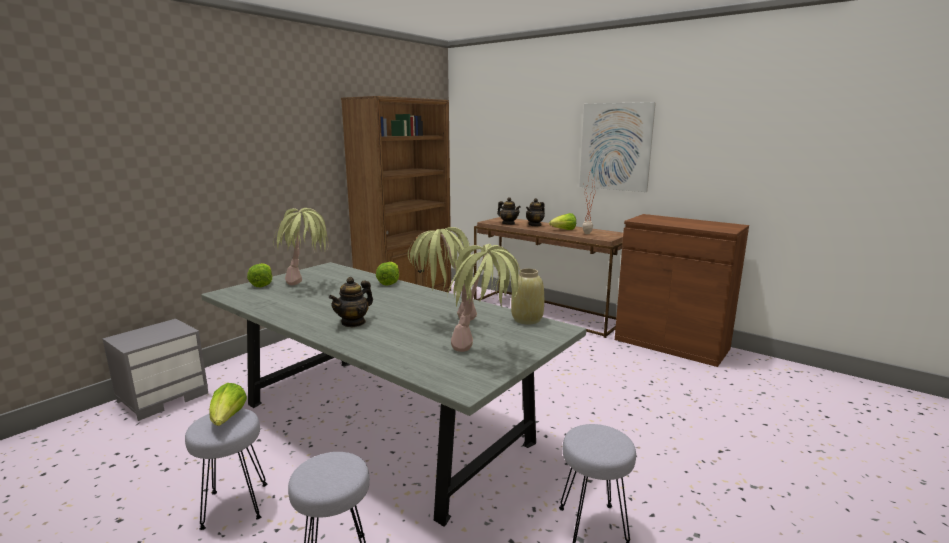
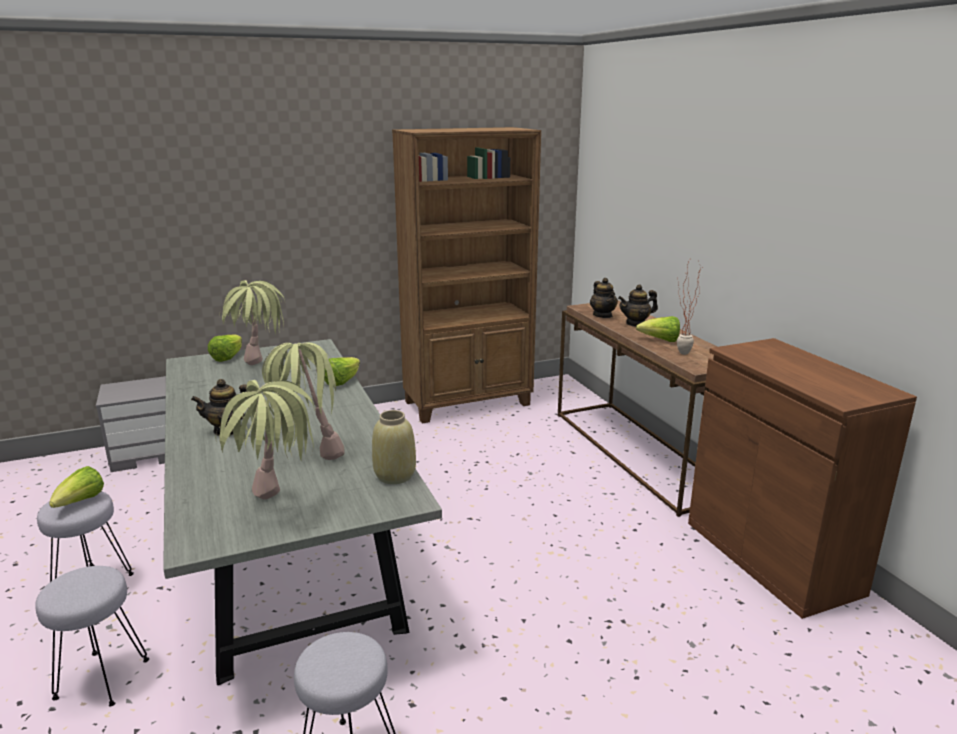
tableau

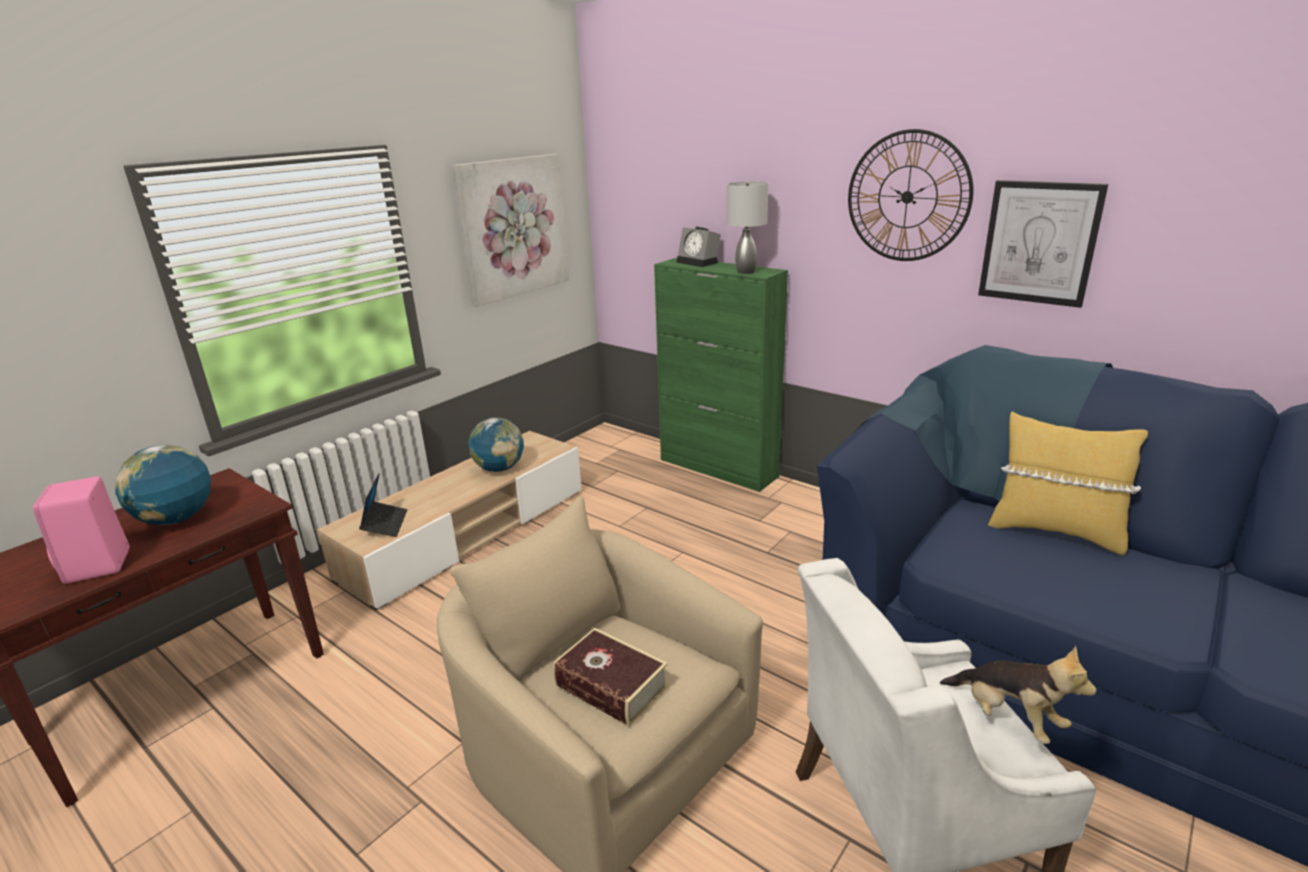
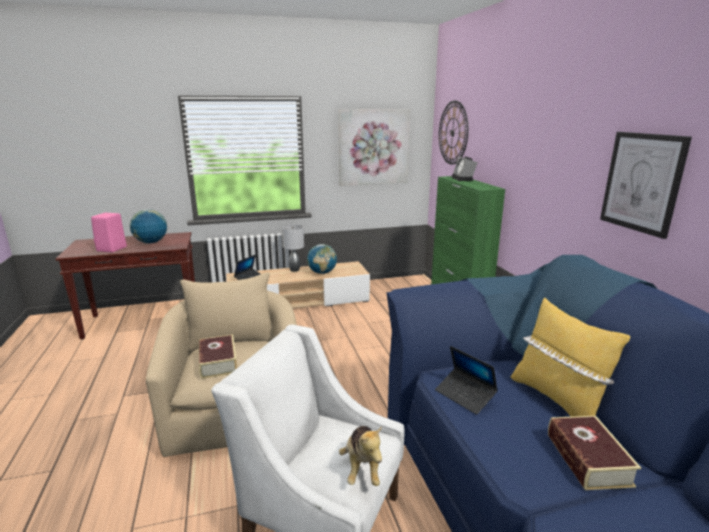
lampe de table/gris
horloge murale
ordinateur portable (2nd from left)
livre (2nd from left)

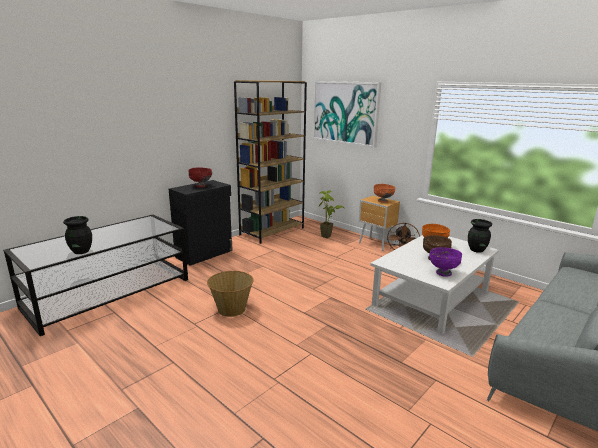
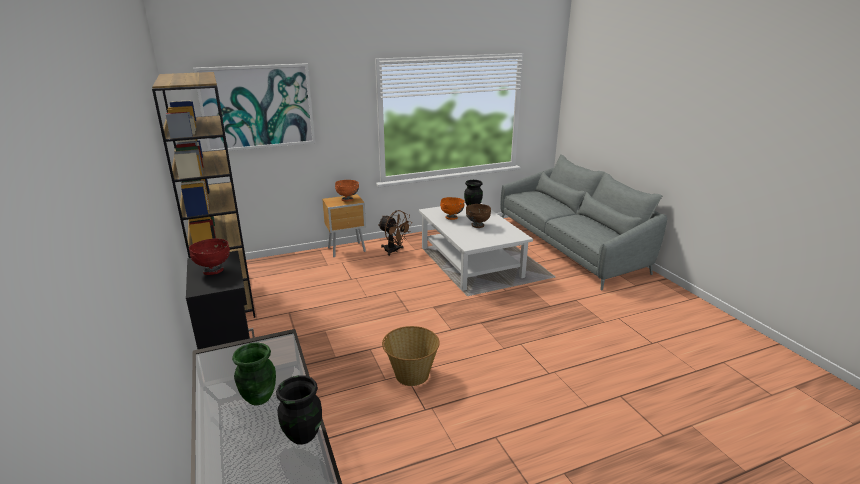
plante en pot
bol/violet
vase/vert

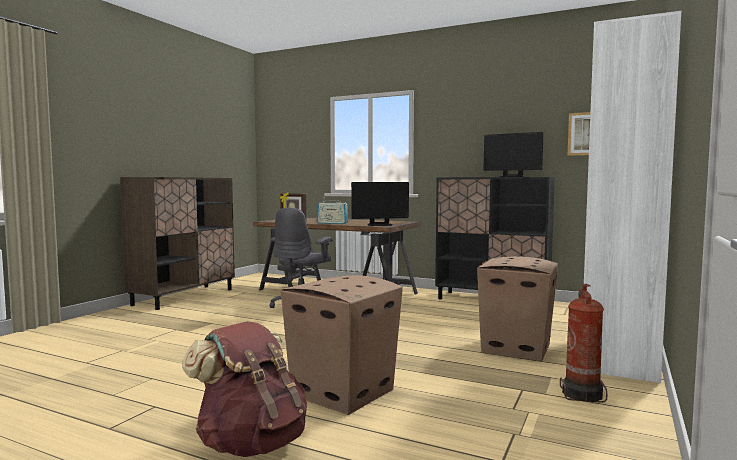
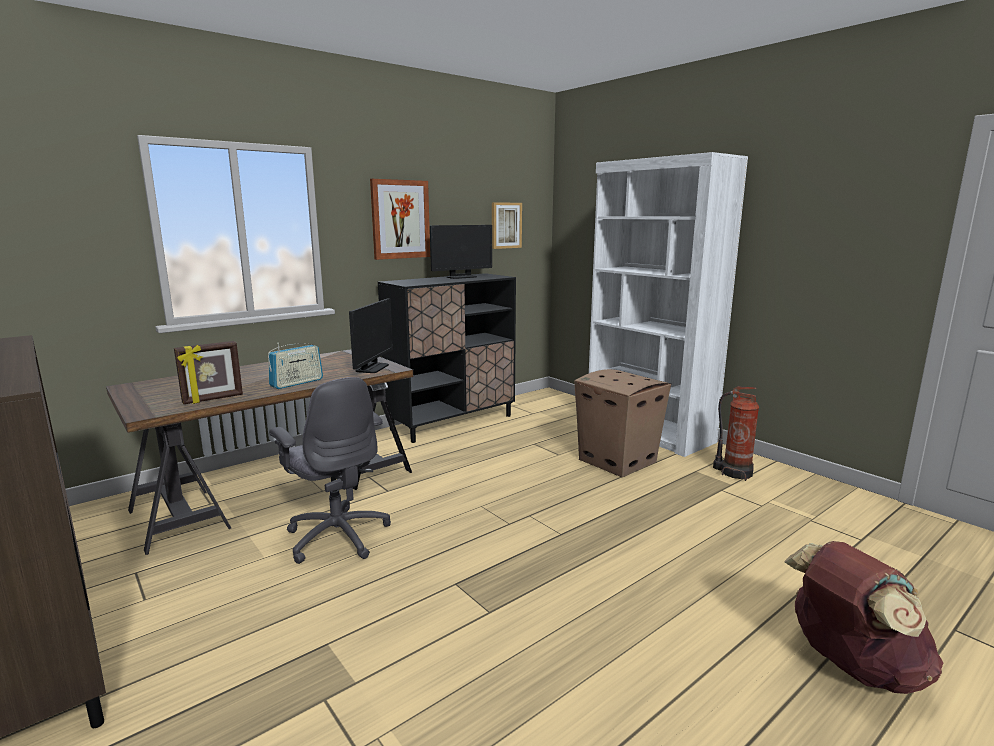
carton (1st from left in the first image)
tableau (1st from left)

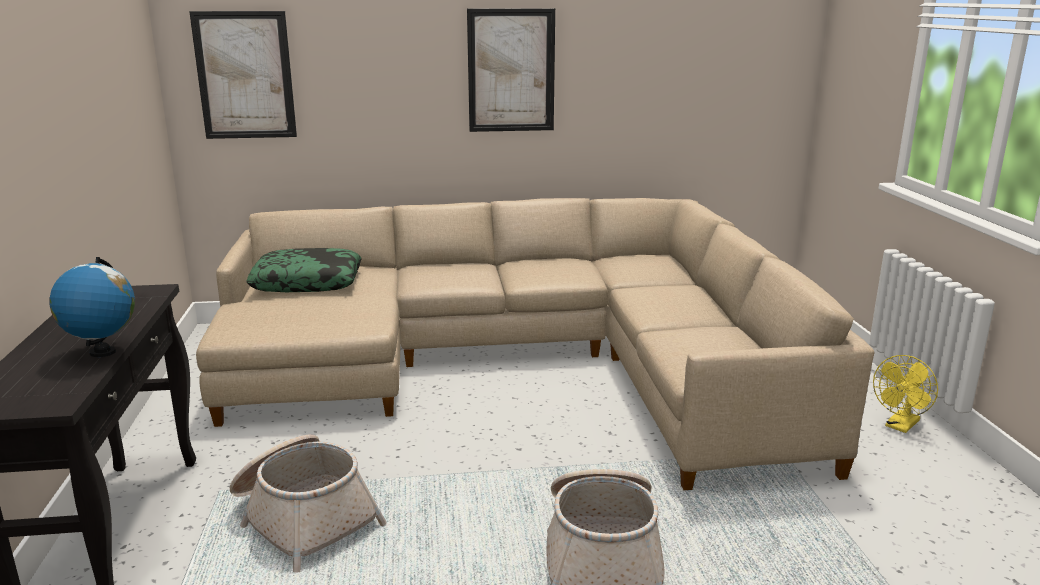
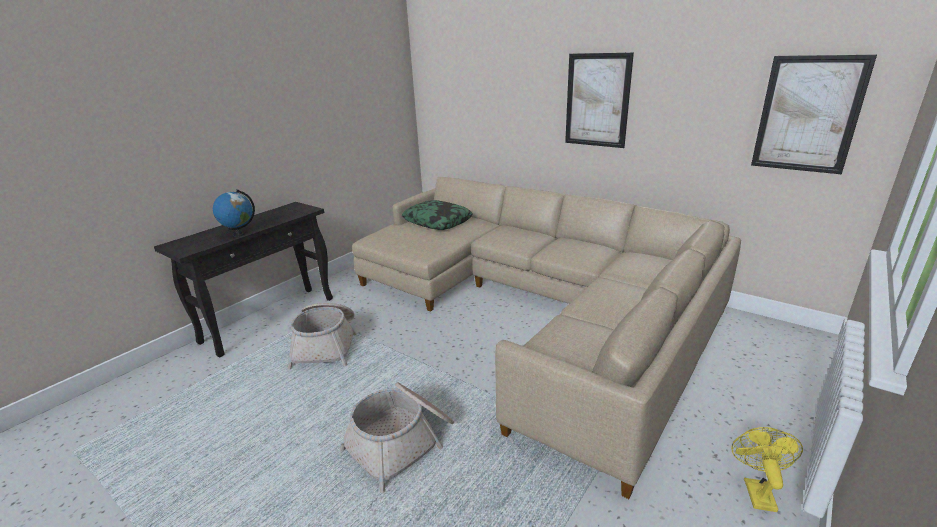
tableau (2nd from left)
ventilateur/jaune

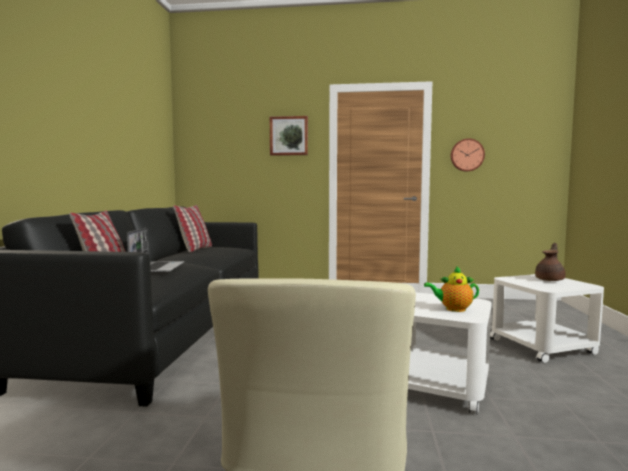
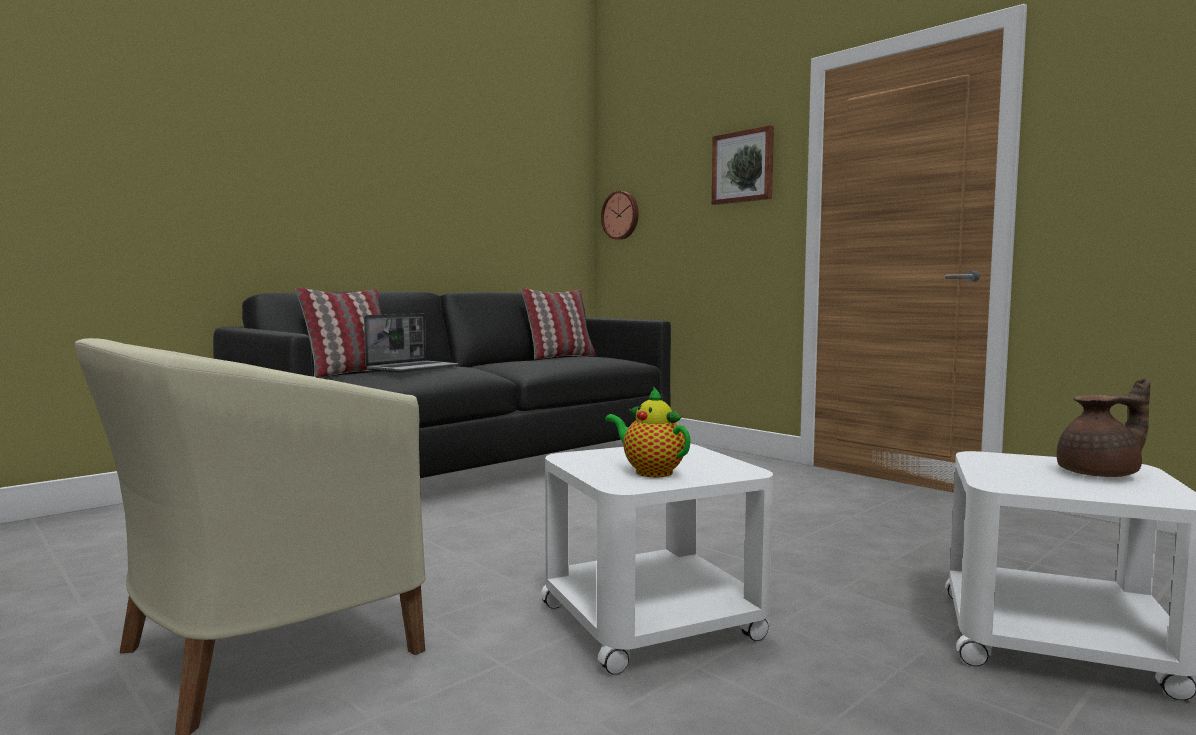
horloge murale

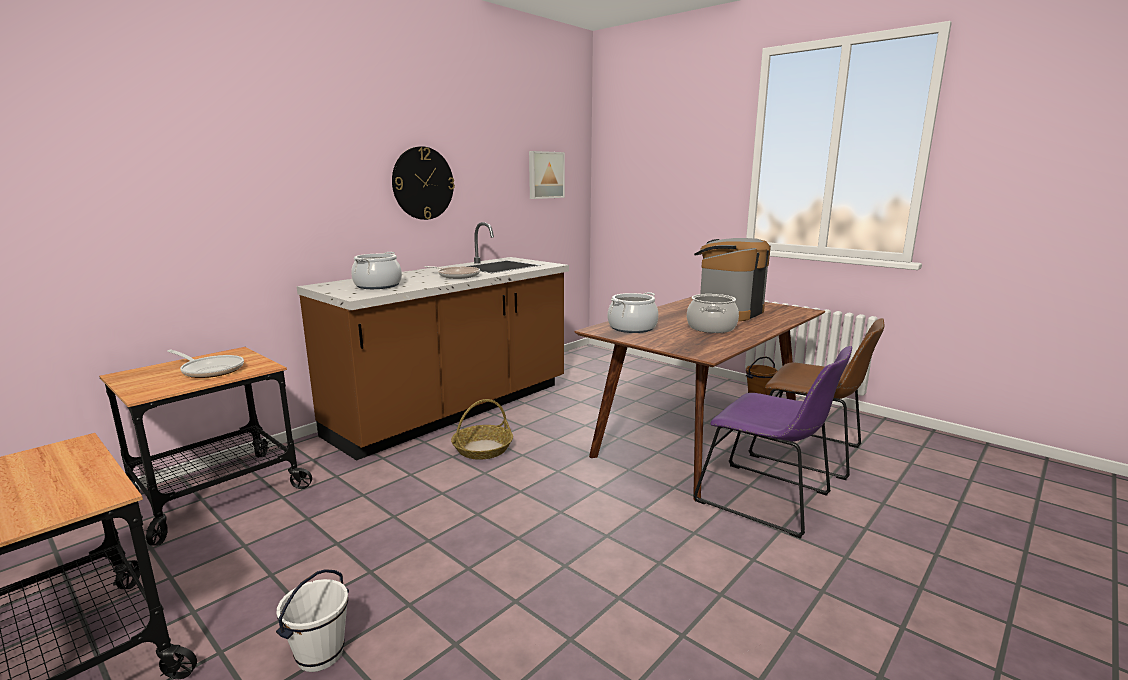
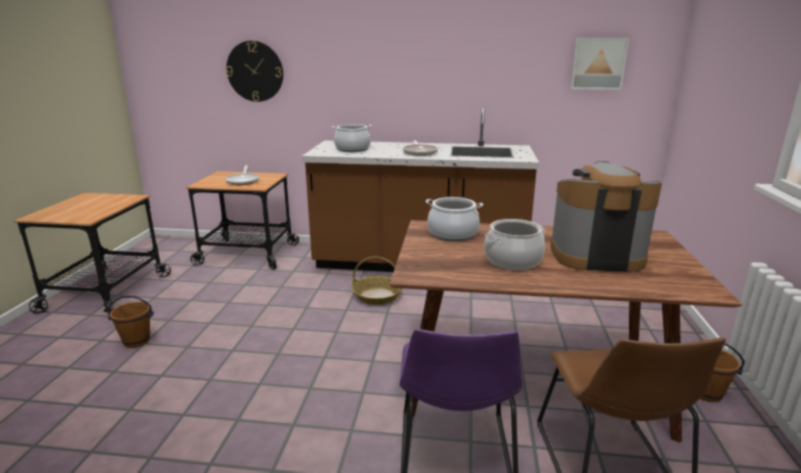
seau/marron (1st from left)
horloge murale

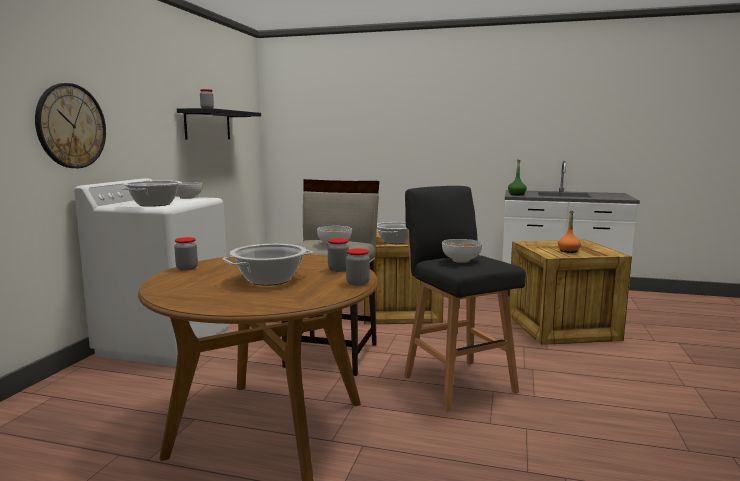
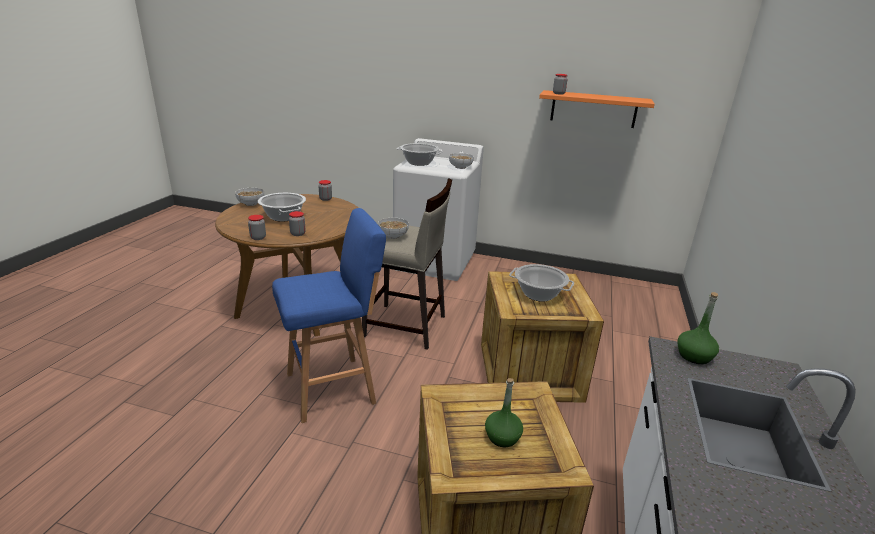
horloge murale
étagère/orange
tabouret/bleu
bol (1st from left)
bouteille/vert (1st from left)

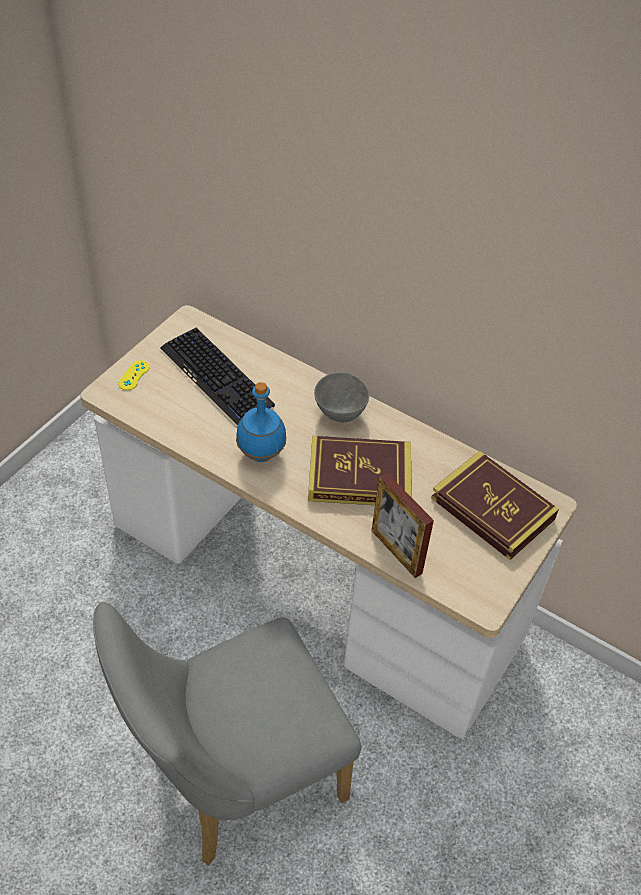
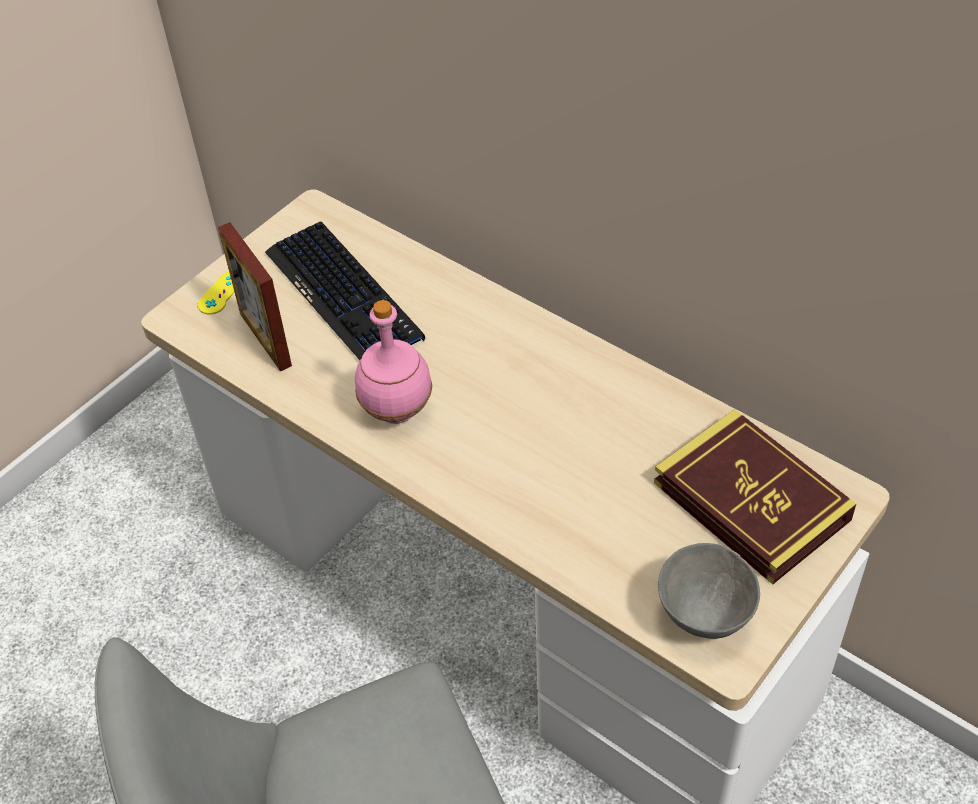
bouteille/rose
livre (1st from left in the first image)
bol/gris
cadre photo

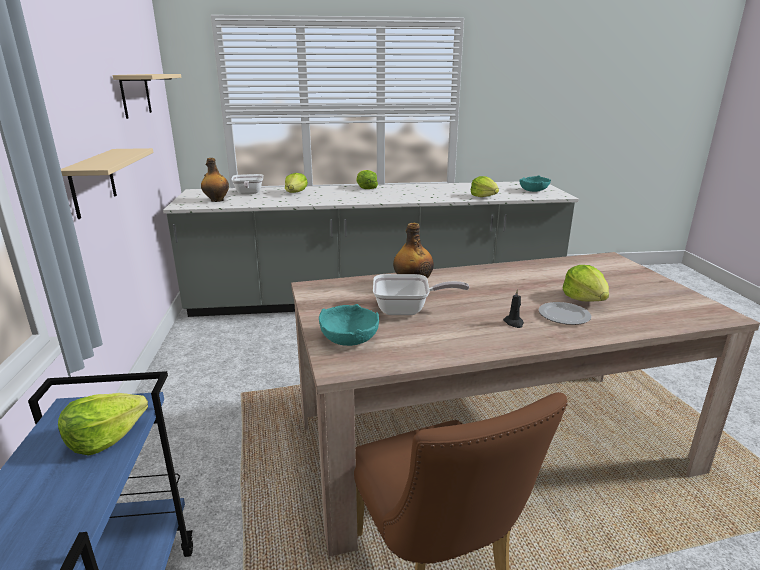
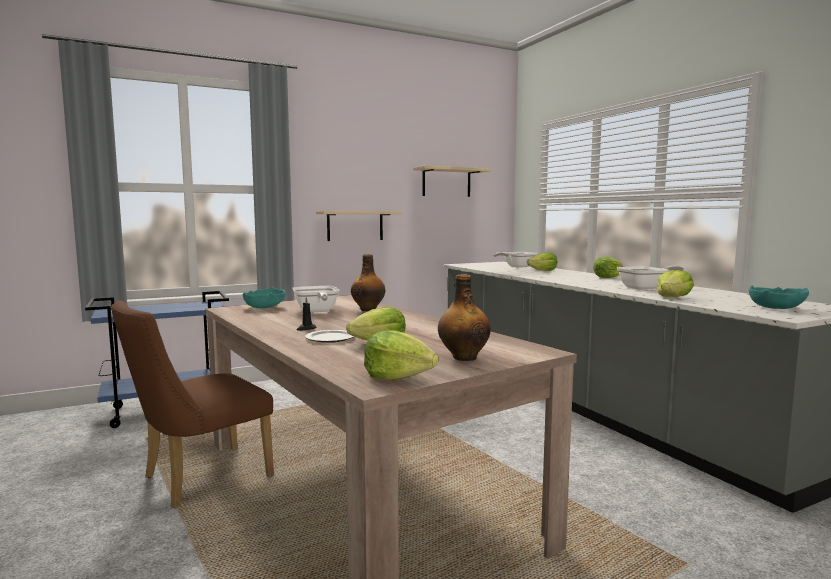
laitue (2nd from left)
bouteille (2nd from left)
poêle (3rd from left)

